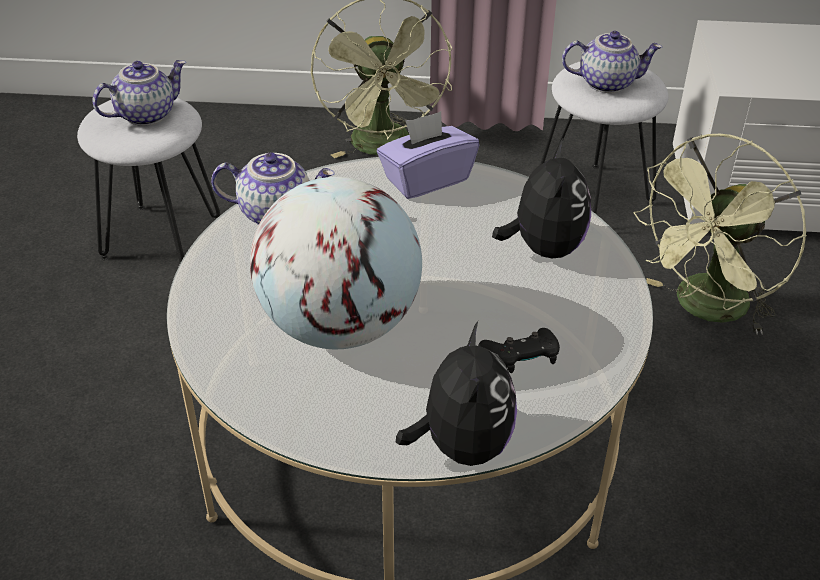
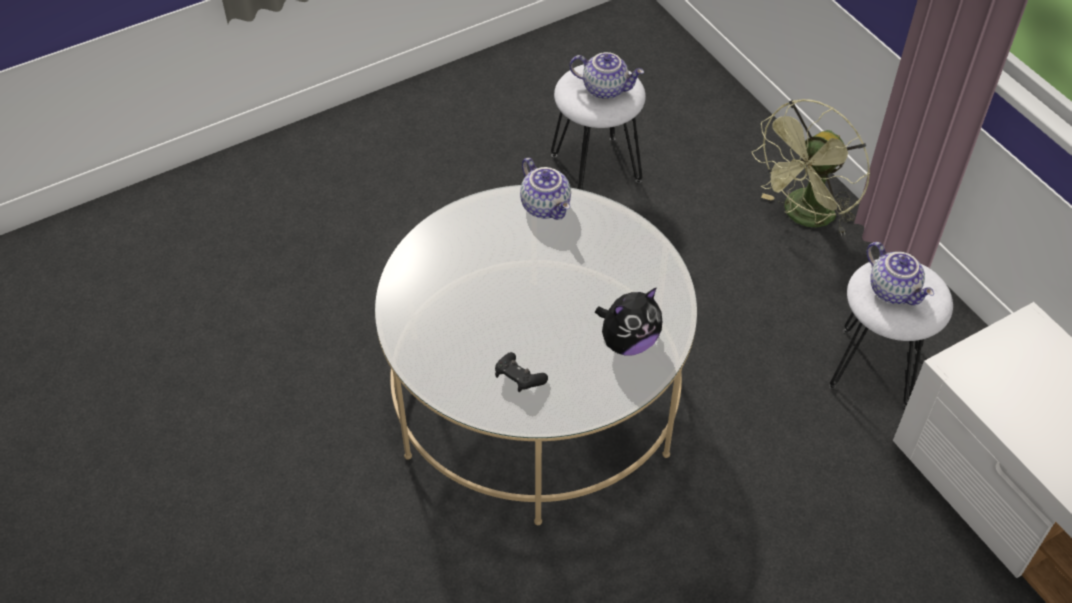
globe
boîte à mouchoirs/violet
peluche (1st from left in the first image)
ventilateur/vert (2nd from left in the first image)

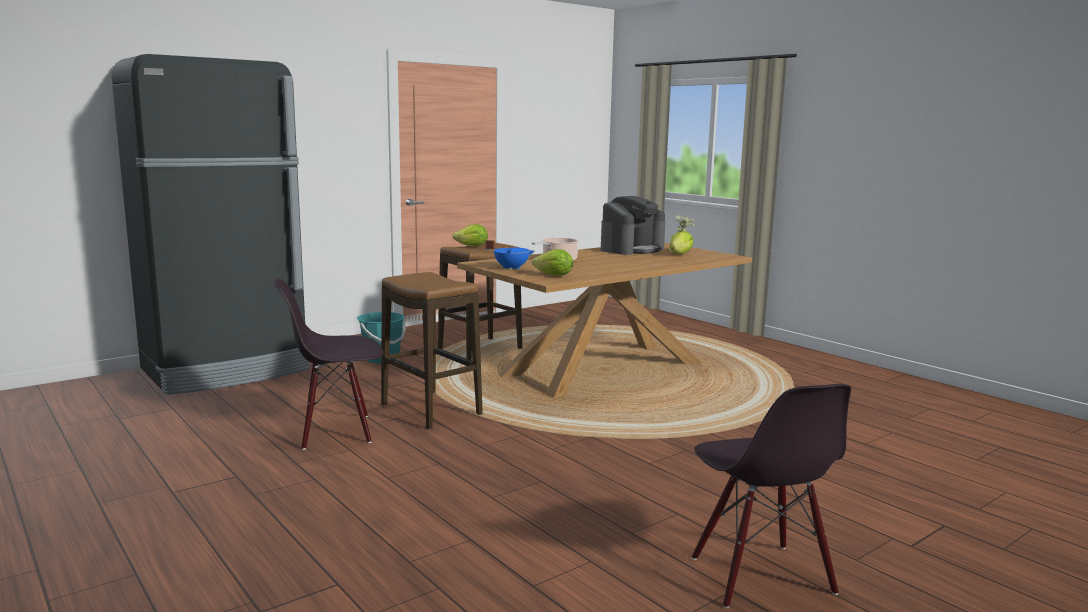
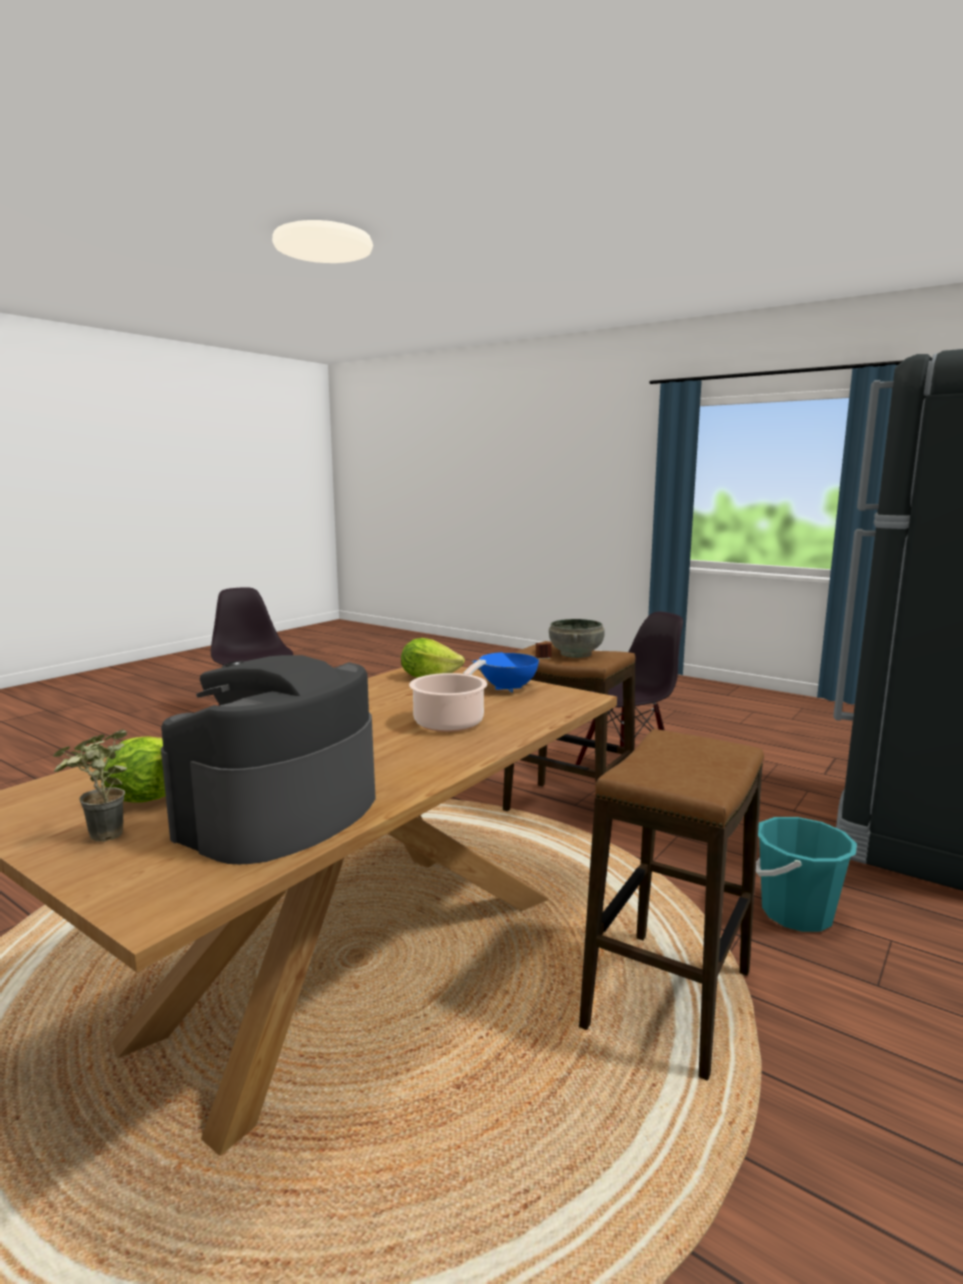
laitue (1st from left in the first image)
bol/gris

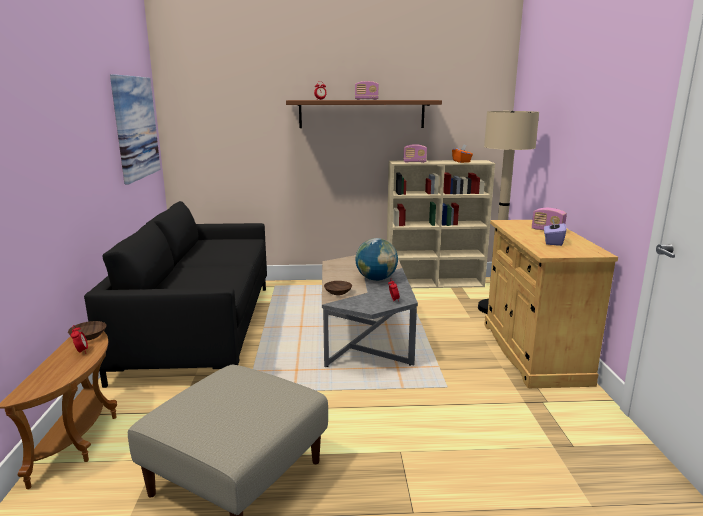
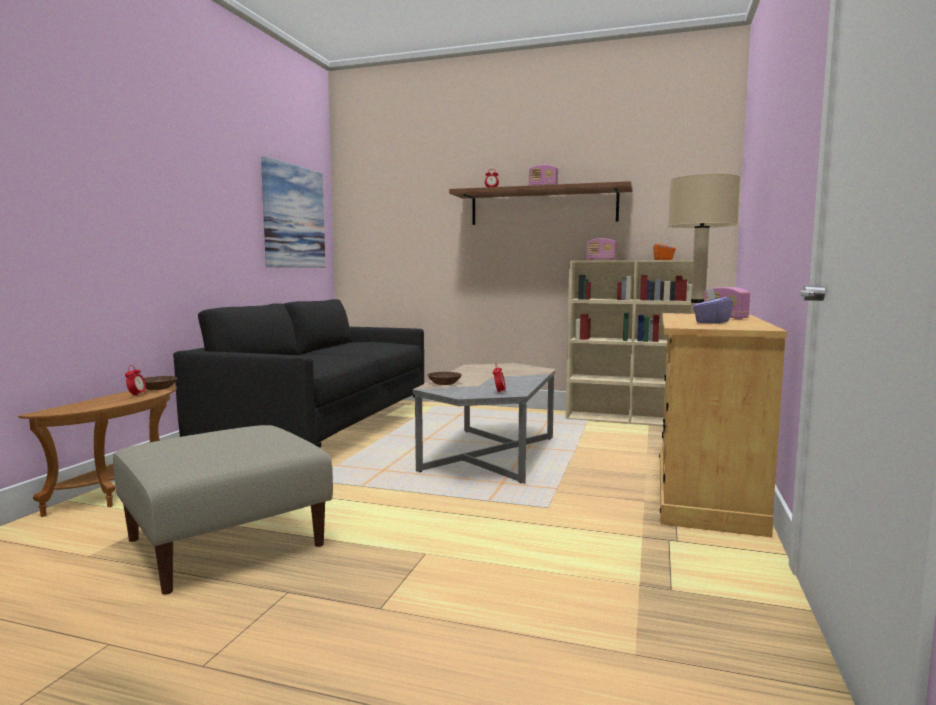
globe

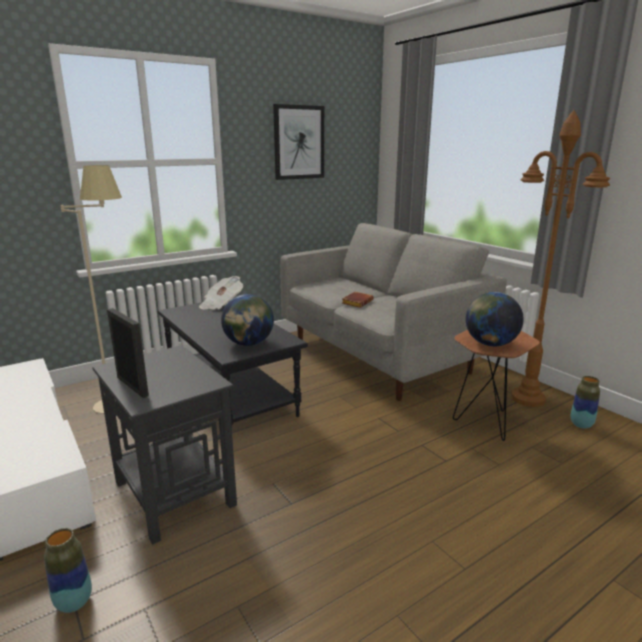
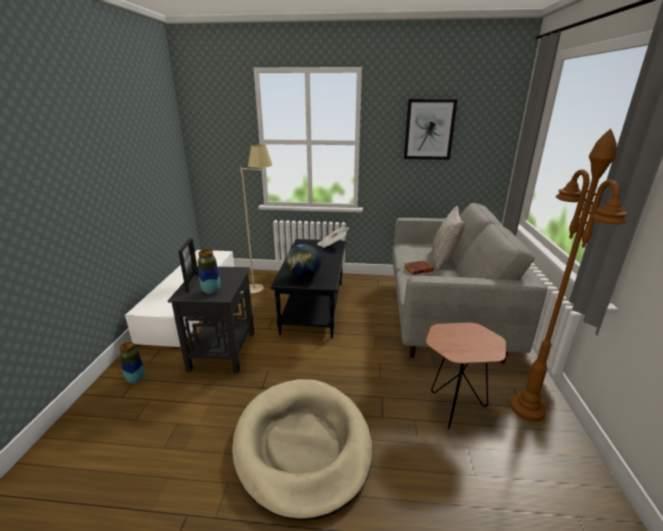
globe (2nd from left in the first image)
vase (2nd from left)
panier pour chien/beige
coussin/gris

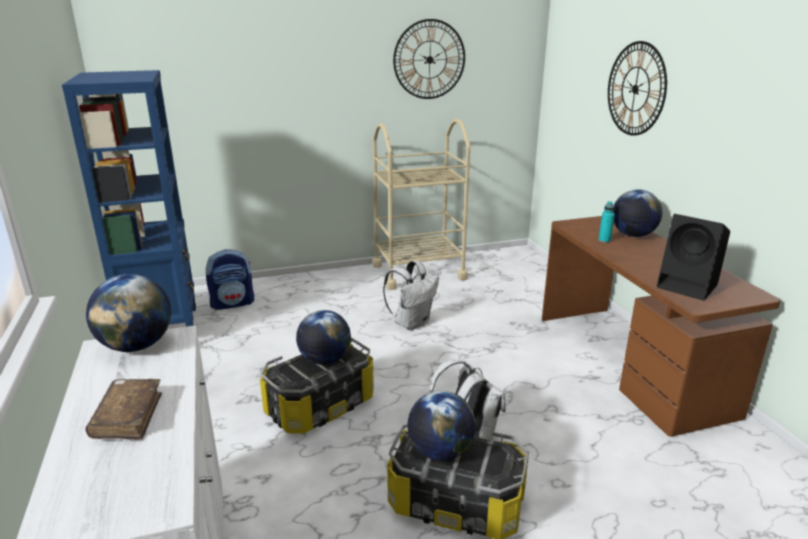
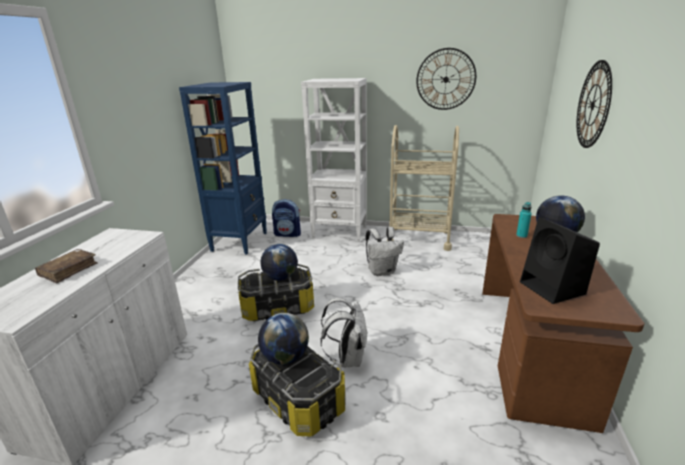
globe (1st from left in the first image)
bibliothèque/blanc

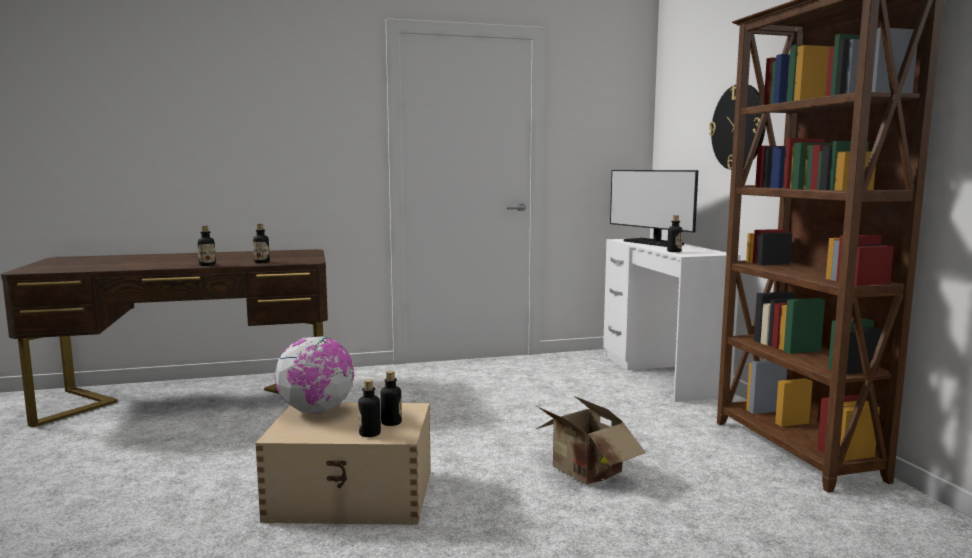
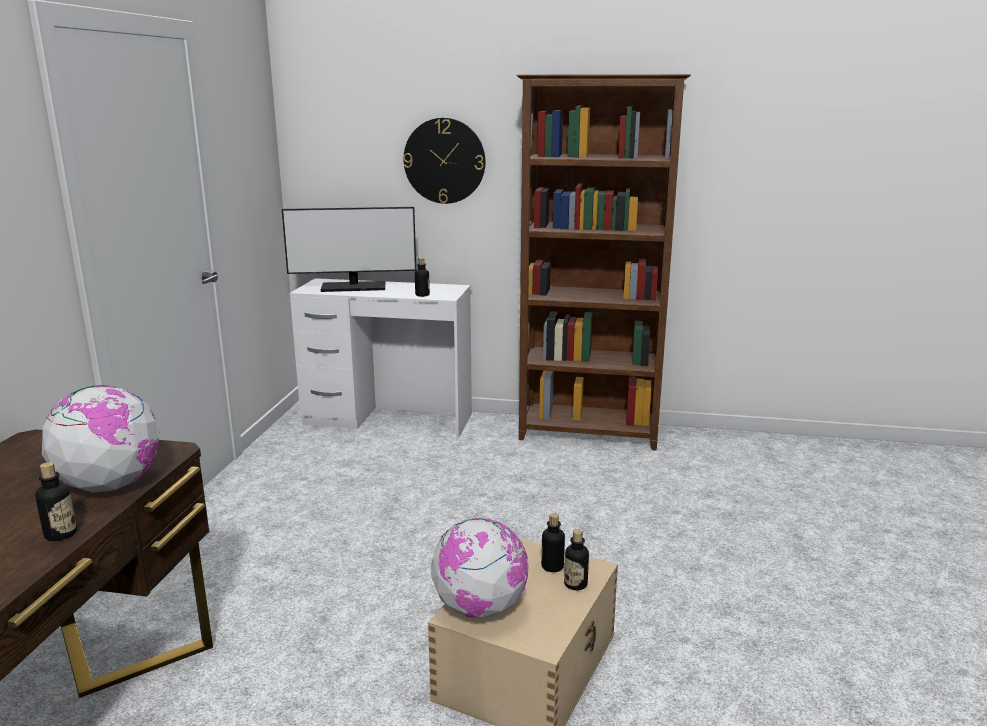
globe (1st from left)
carton

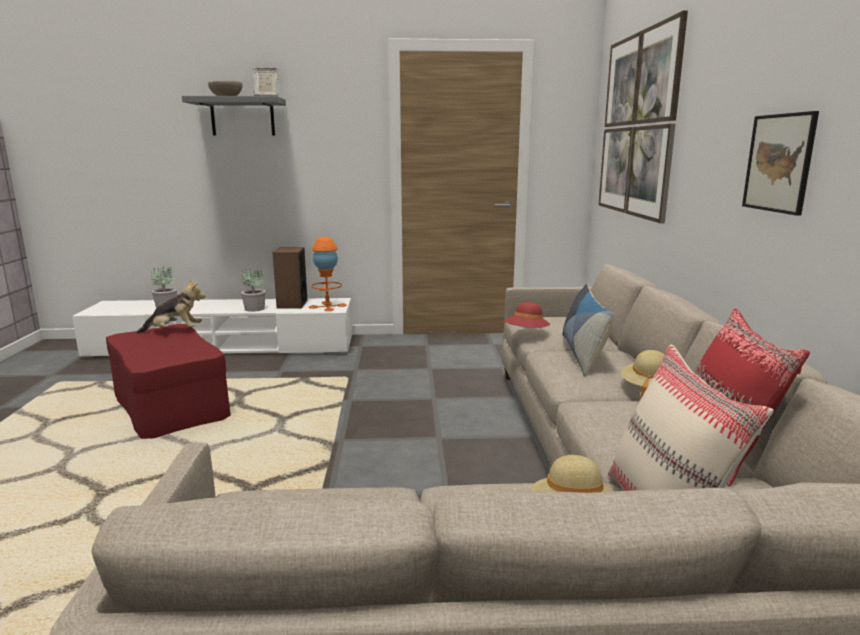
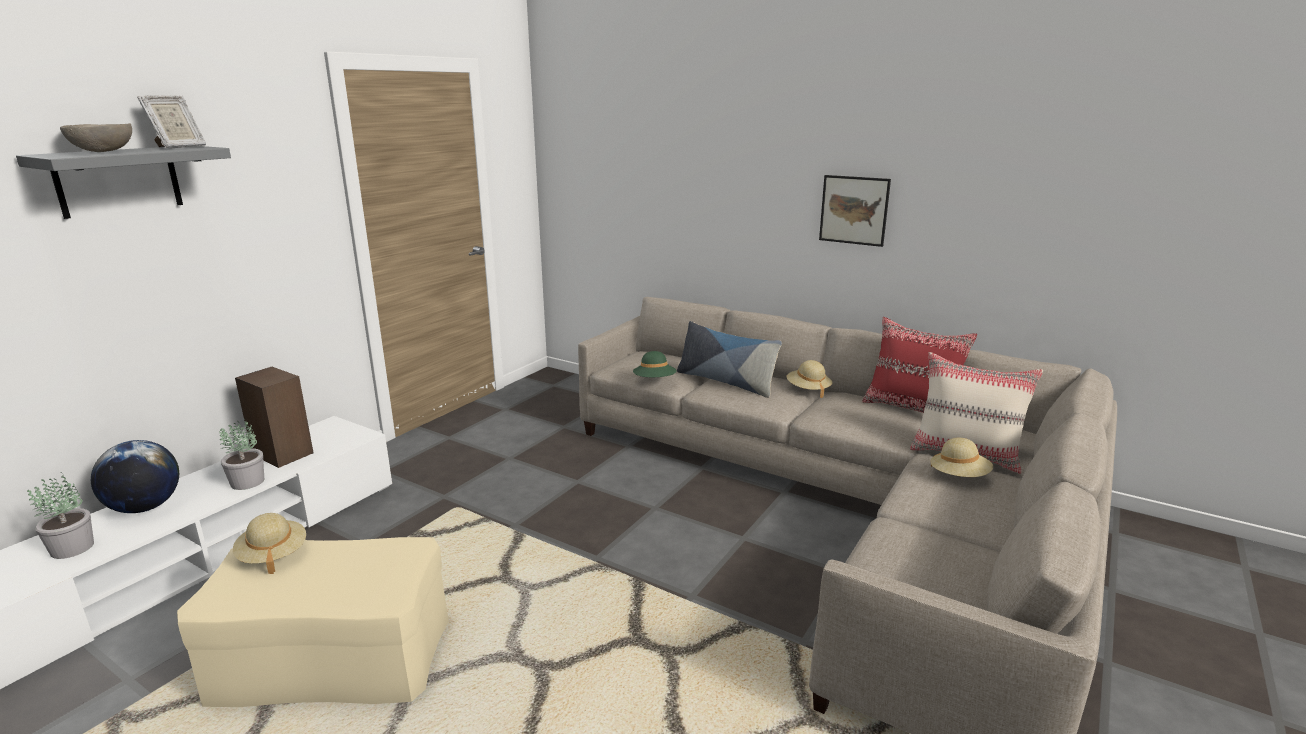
pouf/beige
chapeau/beige (1st from left)
lampe de table/orange
chapeau/vert
tableau (1st from left in the first image)
globe

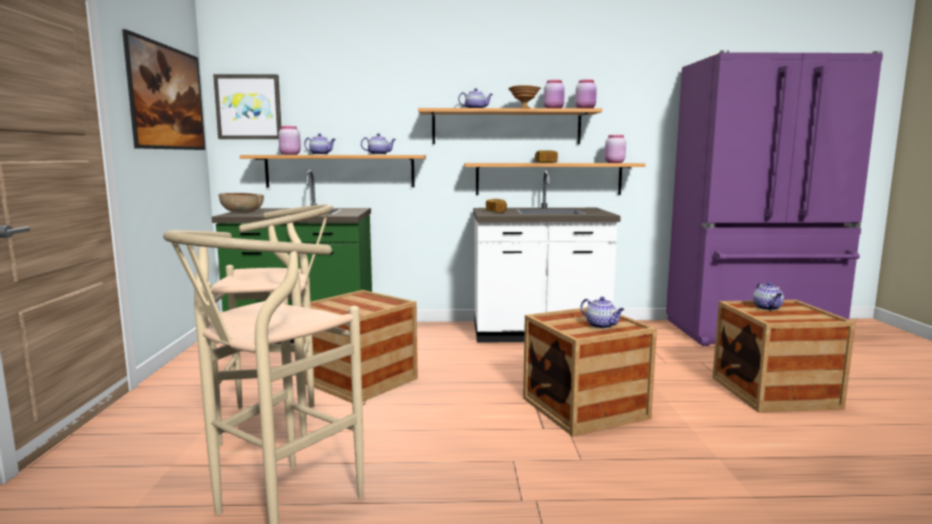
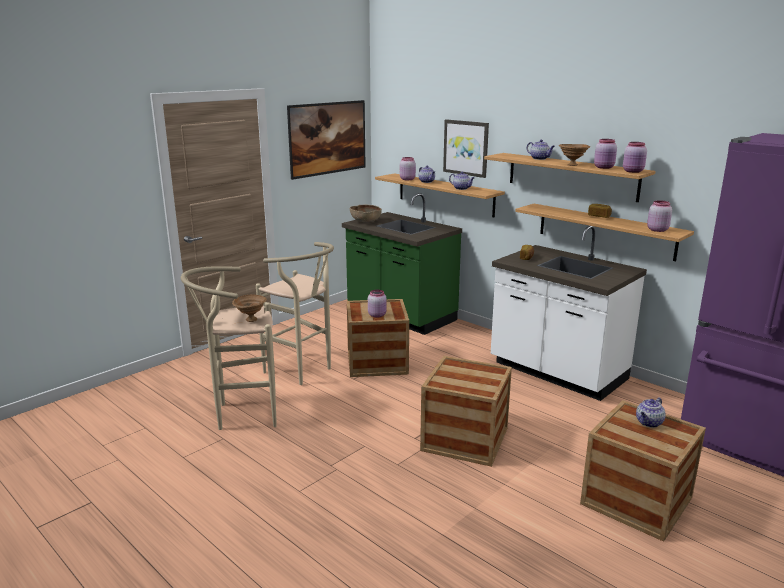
tableau (2nd from left)
théière (4th from left in the first image)
bol/marron (1st from left)
bocal/rose (1st from left)

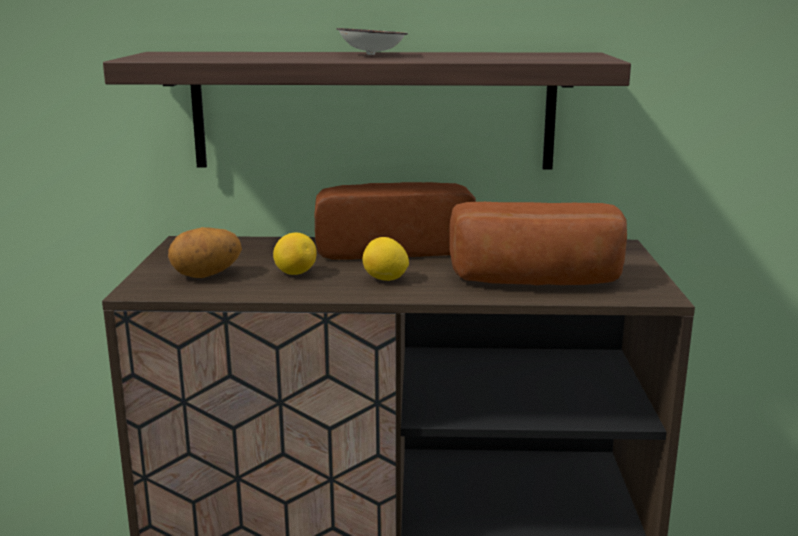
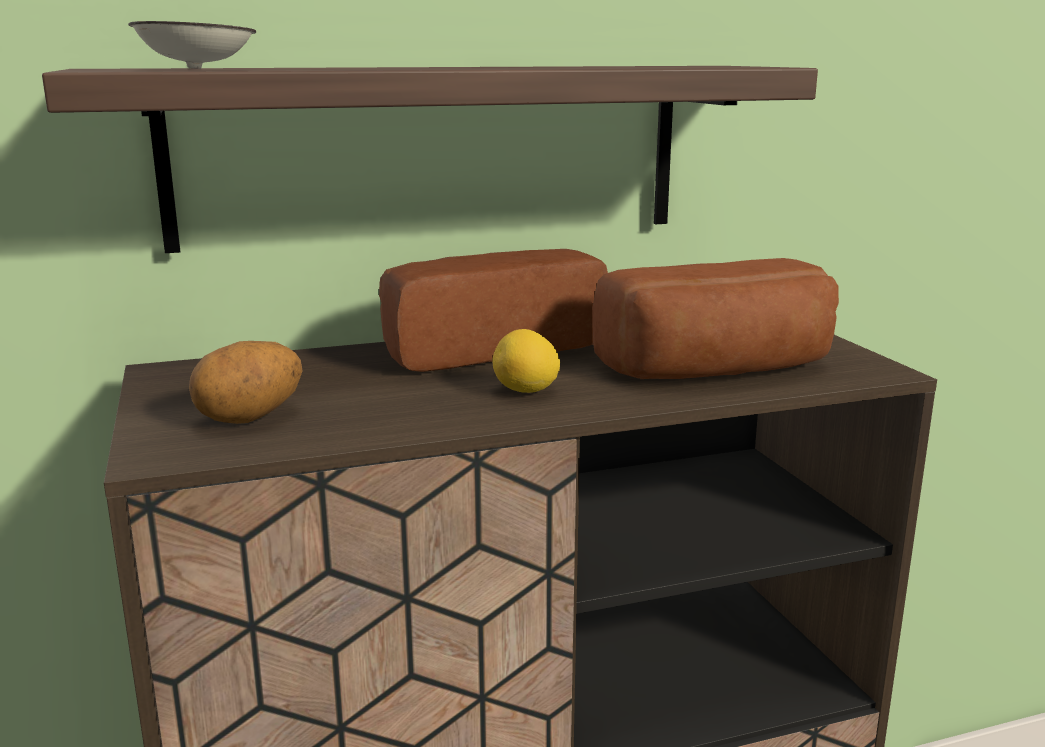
citron (1st from left in the first image)
bol

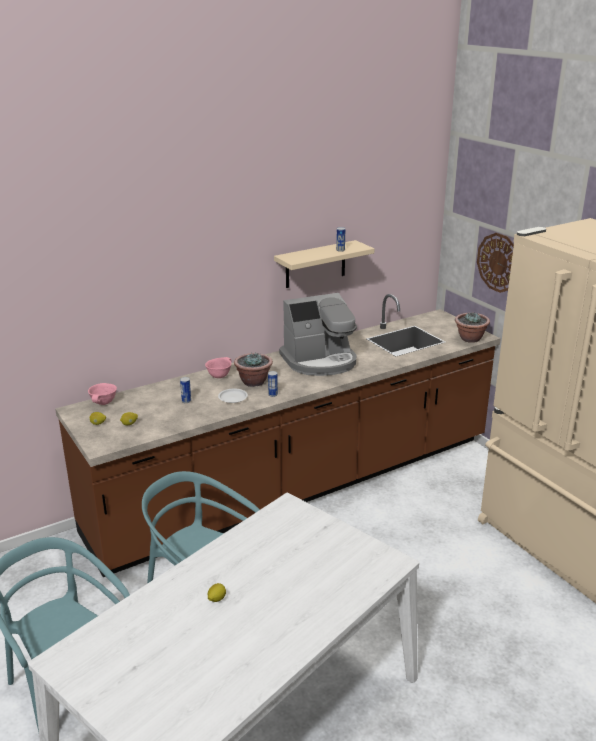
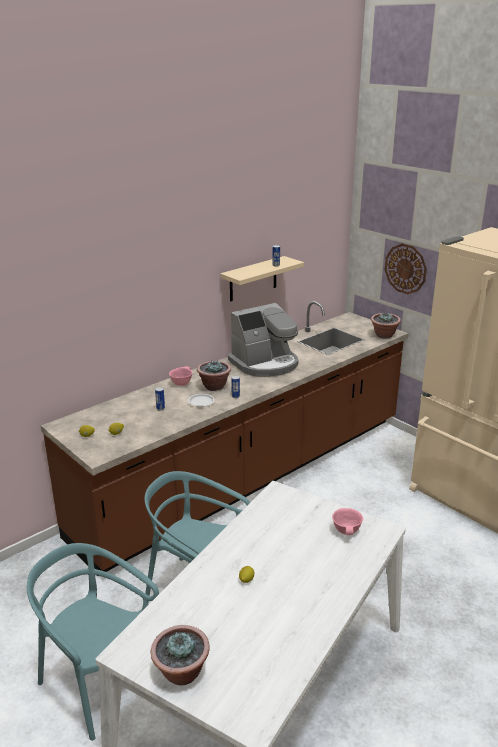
bol/rose (2nd from left)
plante en pot (1st from left)

